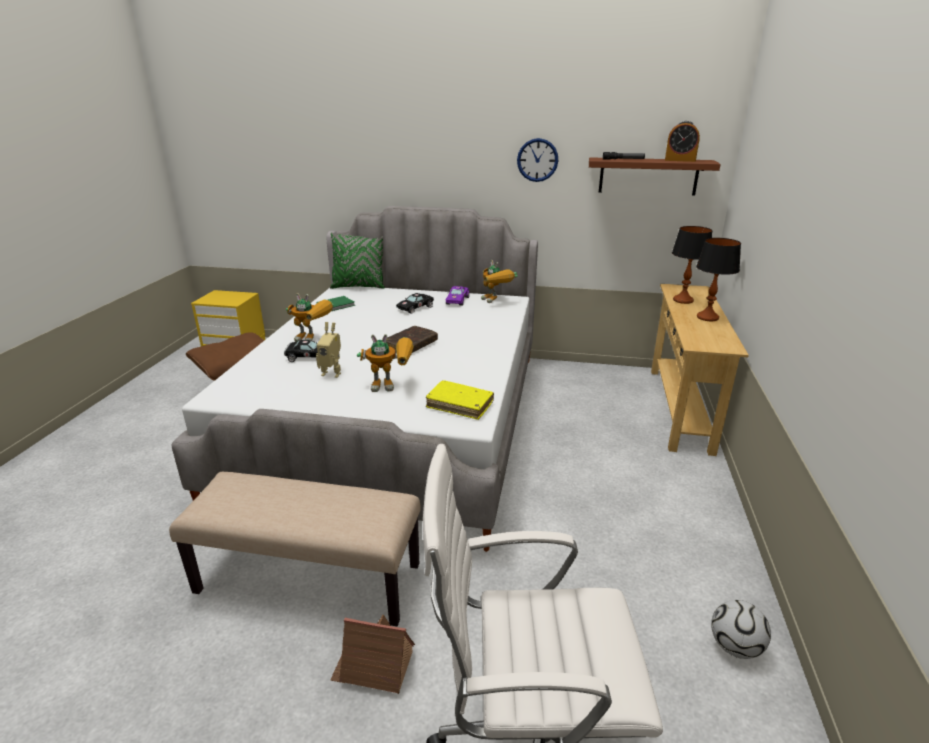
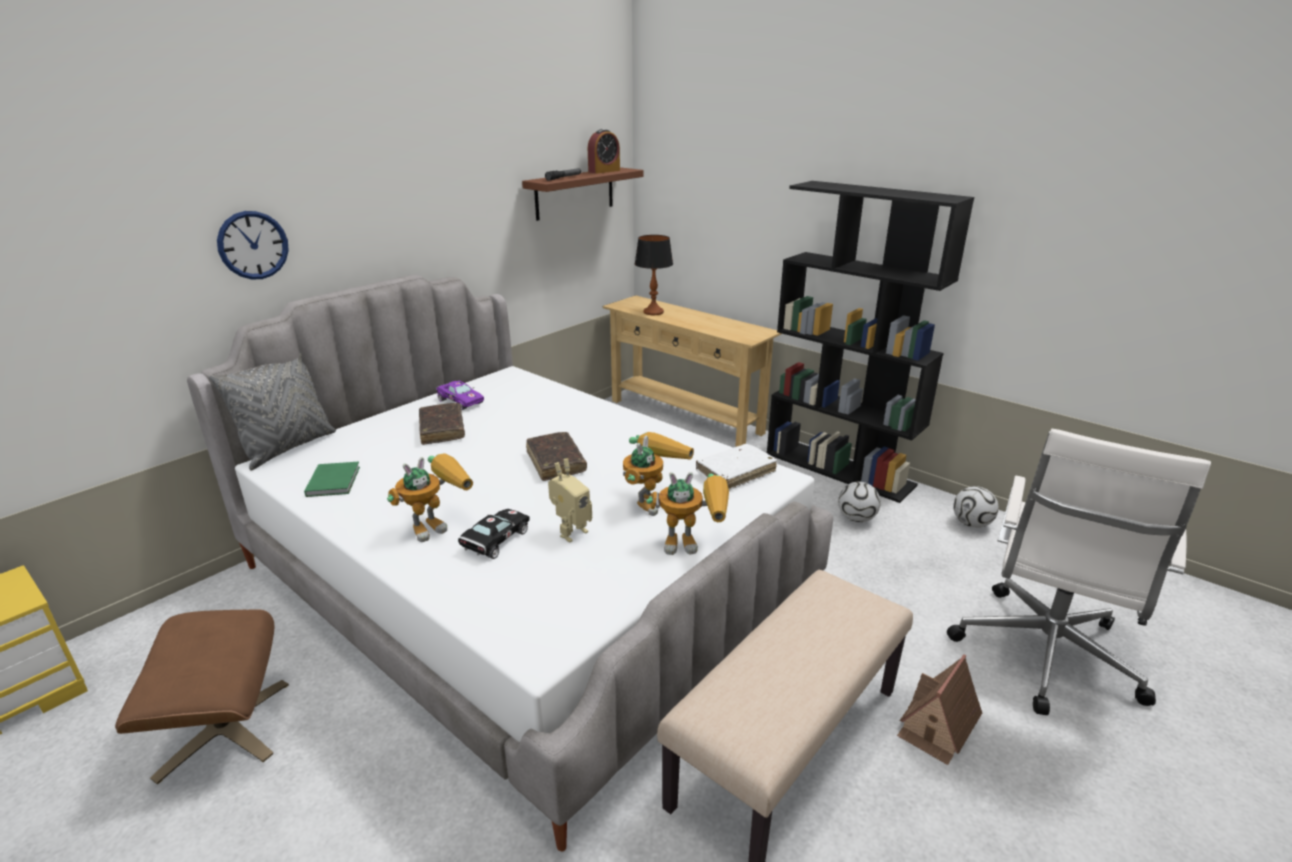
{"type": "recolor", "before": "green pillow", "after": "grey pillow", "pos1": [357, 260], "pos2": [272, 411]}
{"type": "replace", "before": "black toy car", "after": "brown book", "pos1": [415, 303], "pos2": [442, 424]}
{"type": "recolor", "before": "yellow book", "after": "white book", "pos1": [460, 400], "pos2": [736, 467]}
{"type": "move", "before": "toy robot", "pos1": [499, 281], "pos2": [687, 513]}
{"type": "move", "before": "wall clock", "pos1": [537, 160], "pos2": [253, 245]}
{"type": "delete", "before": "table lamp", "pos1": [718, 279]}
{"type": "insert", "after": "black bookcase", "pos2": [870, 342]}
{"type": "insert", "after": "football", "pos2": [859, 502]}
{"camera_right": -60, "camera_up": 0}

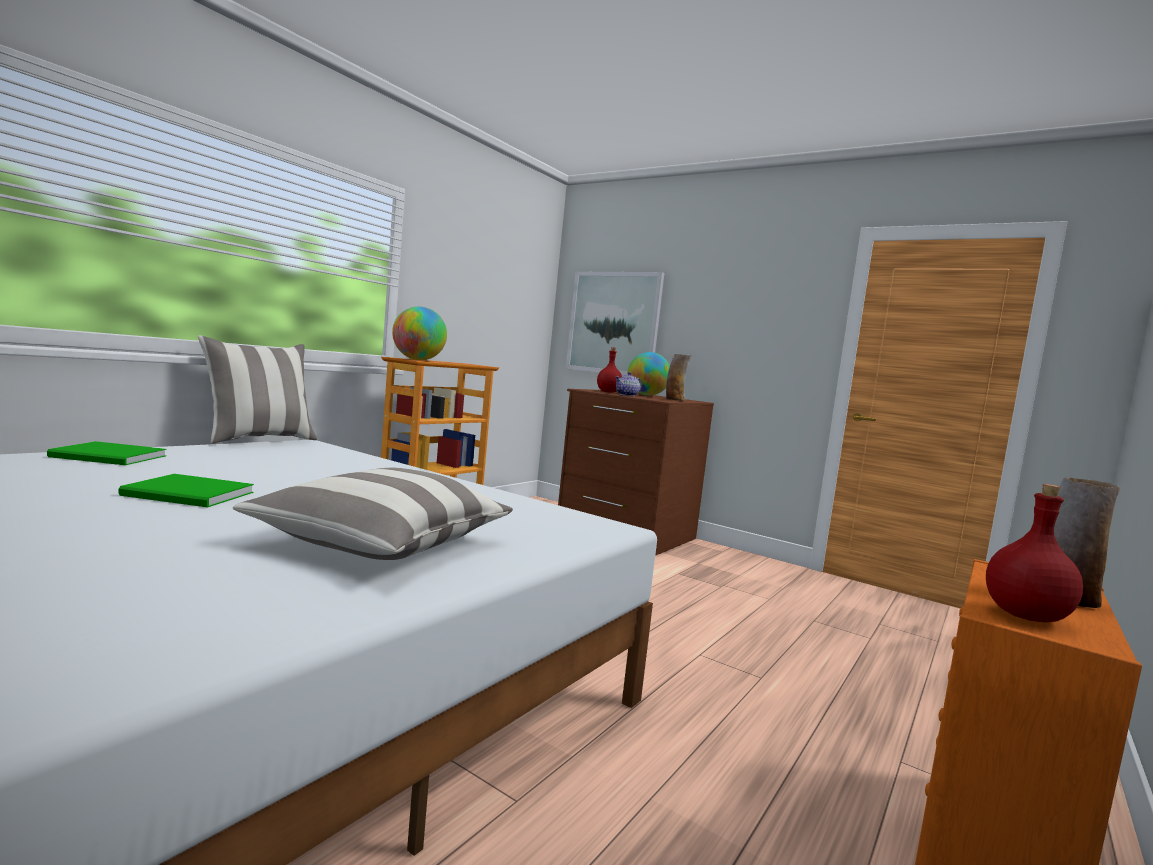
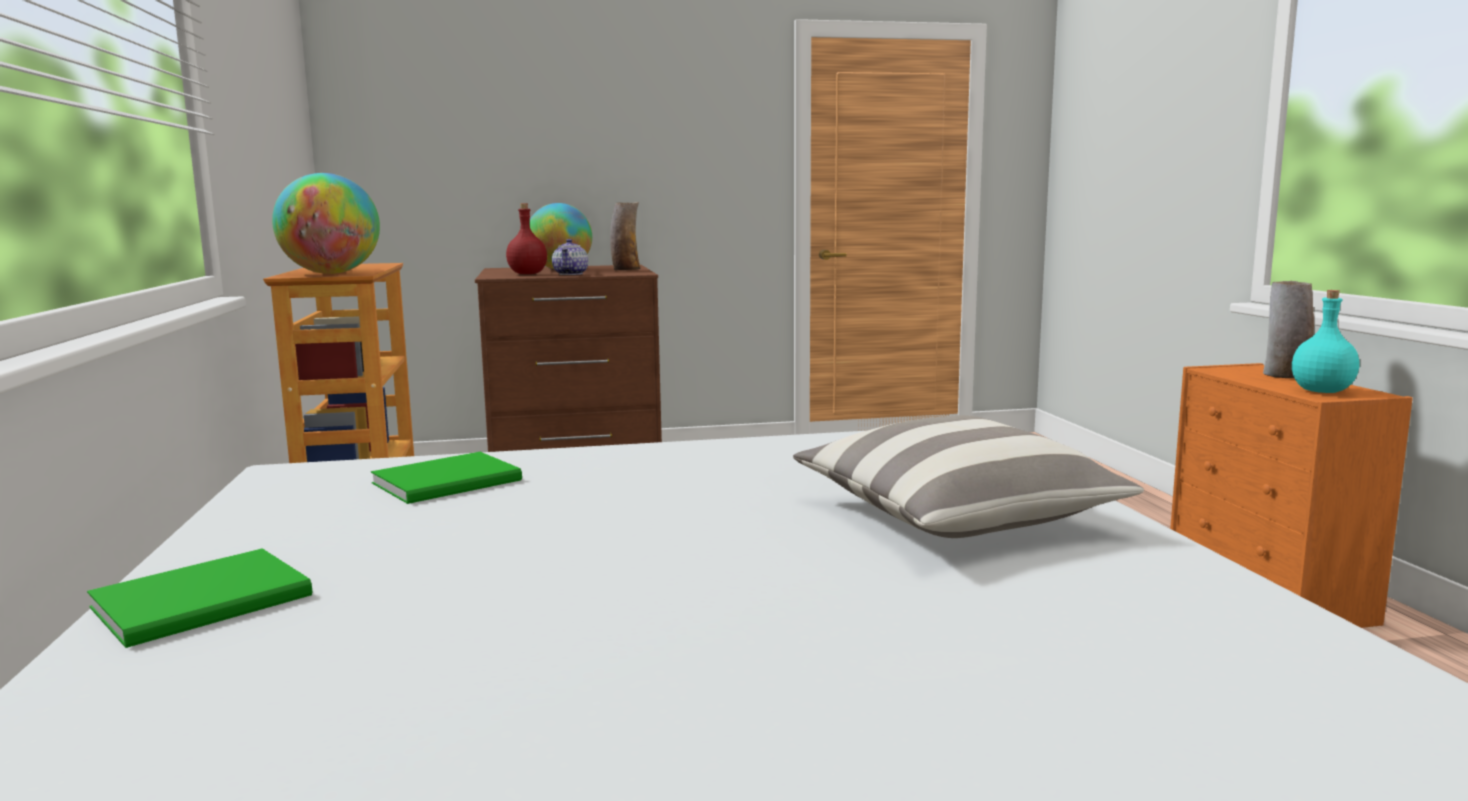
{"type": "move", "before": "green book", "pos1": [186, 490], "pos2": [446, 478]}
{"type": "delete", "before": "pillow", "pos1": [257, 389]}
{"type": "delete", "before": "picture", "pos1": [615, 323]}
{"type": "recolor", "before": "red bottle", "after": "turquoise bottle", "pos1": [1034, 553], "pos2": [1325, 341]}
{"camera_right": -45, "camera_up": 5}

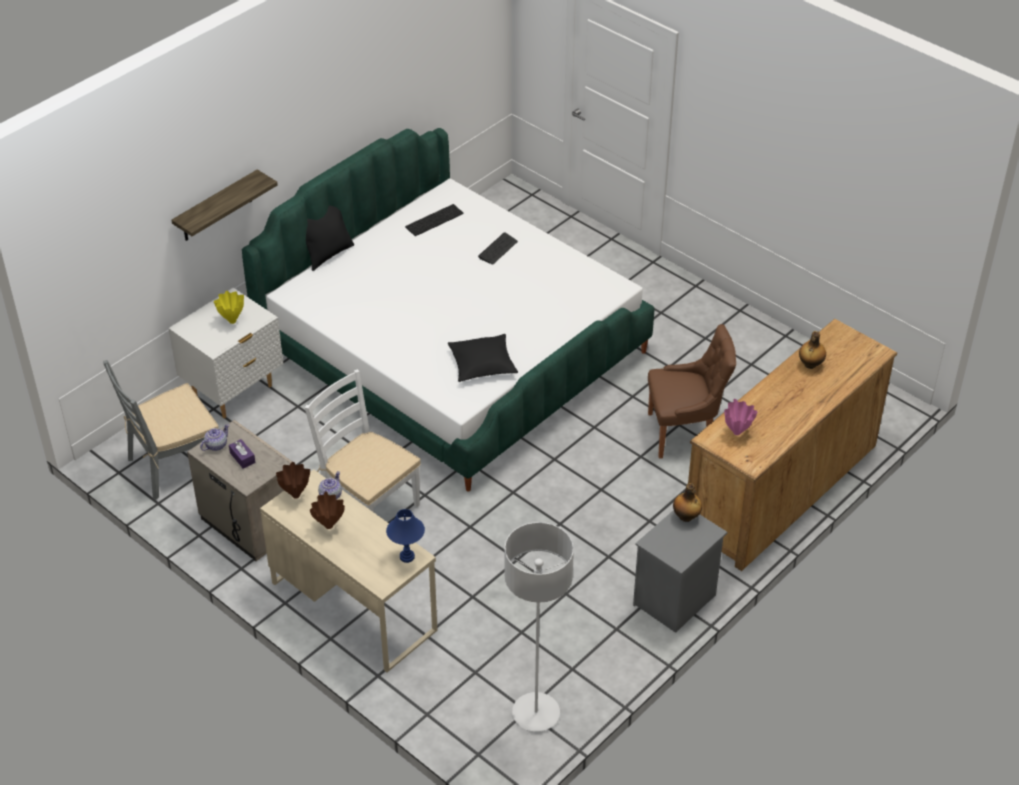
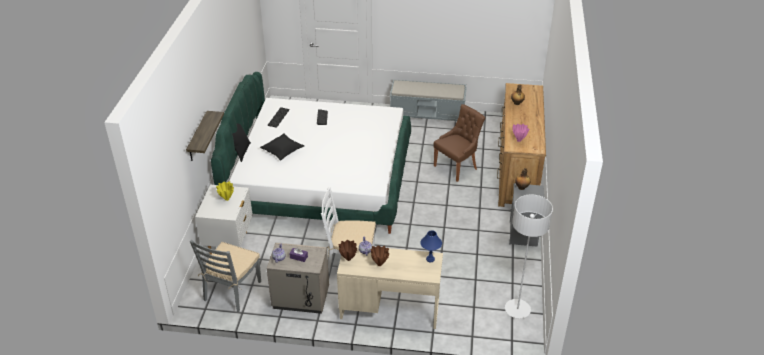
{"type": "move", "before": "black pillow", "pos1": [483, 358], "pos2": [282, 147]}
{"type": "insert", "after": "grey bench", "pos2": [428, 100]}
{"camera_right": -35, "camera_up": -5}

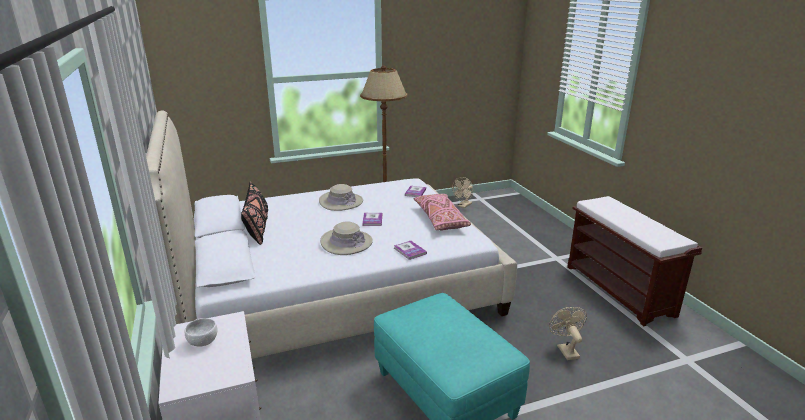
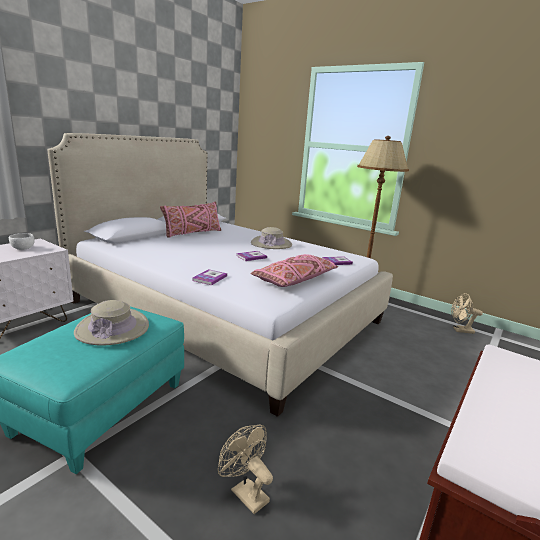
{"type": "recolor", "before": "black pillow", "after": "pink pillow", "pos1": [254, 213], "pos2": [190, 219]}
{"type": "move", "before": "beige hat", "pos1": [346, 238], "pos2": [111, 323]}
{"type": "rotate", "before": "beige fan", "pos1": [568, 333], "pos2": [245, 469], "turn": -90}
{"camera_right": 55, "camera_up": -5}

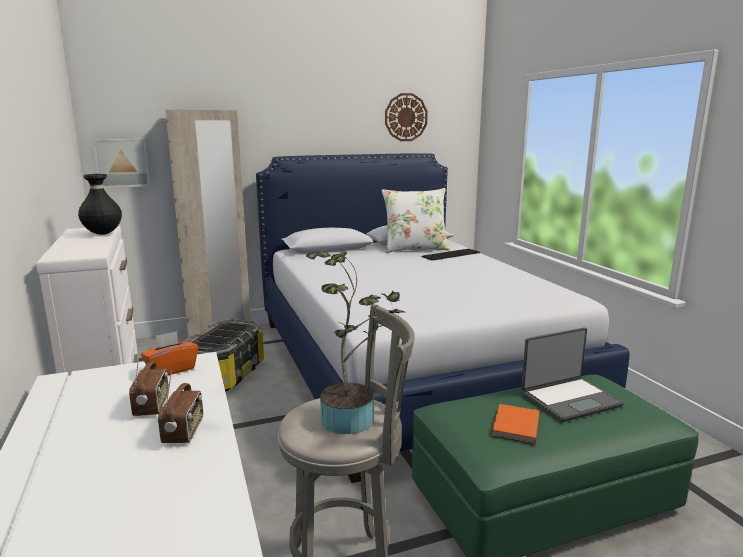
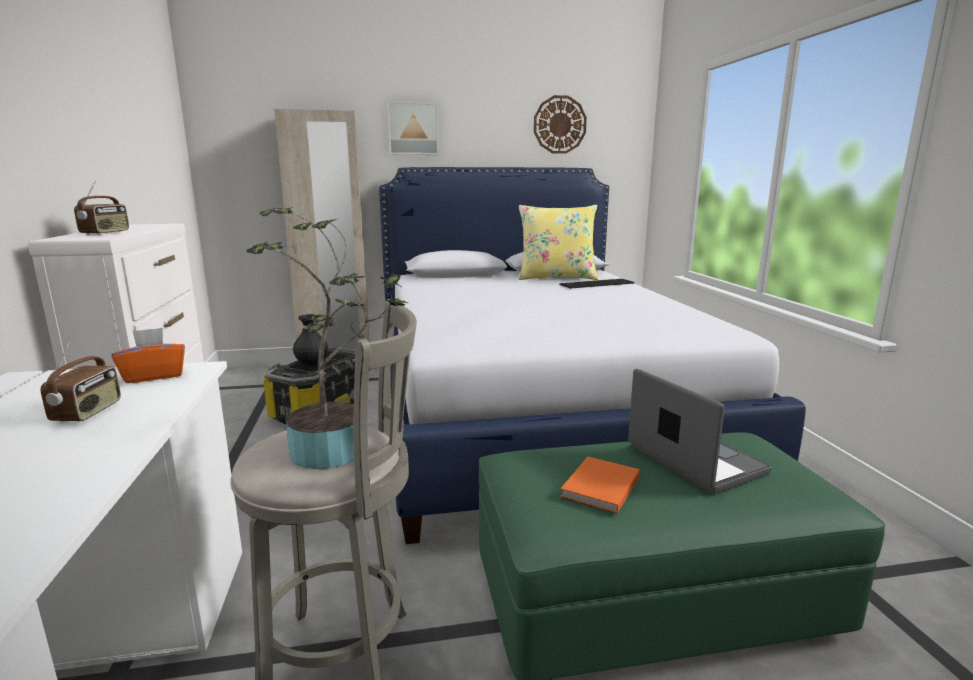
{"type": "move", "before": "black vase", "pos1": [100, 204], "pos2": [310, 340]}
{"type": "move", "before": "picture", "pos1": [121, 163], "pos2": [413, 128]}
{"type": "move", "before": "radio", "pos1": [180, 407], "pos2": [101, 208]}
{"type": "recolor", "before": "white pillow", "after": "yellow pillow", "pos1": [416, 220], "pos2": [558, 242]}
{"type": "rotate", "before": "laptop", "pos1": [572, 374], "pos2": [700, 431], "turn": -105}
{"camera_right": 10, "camera_up": 0}

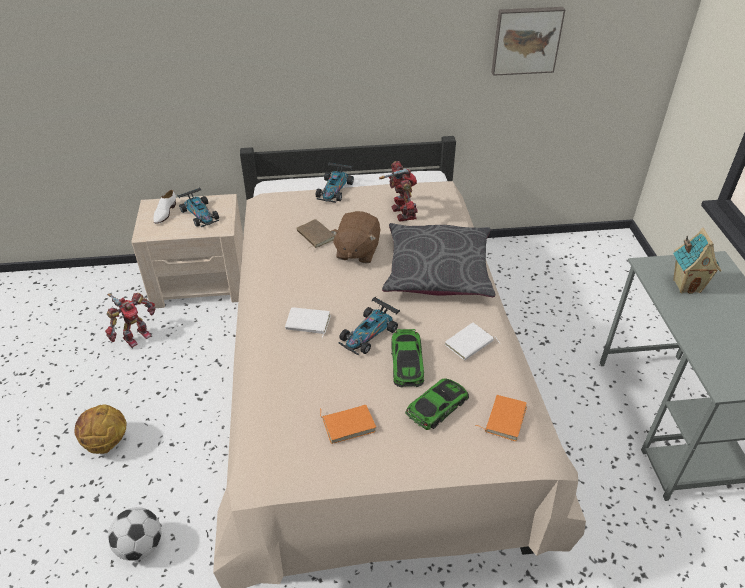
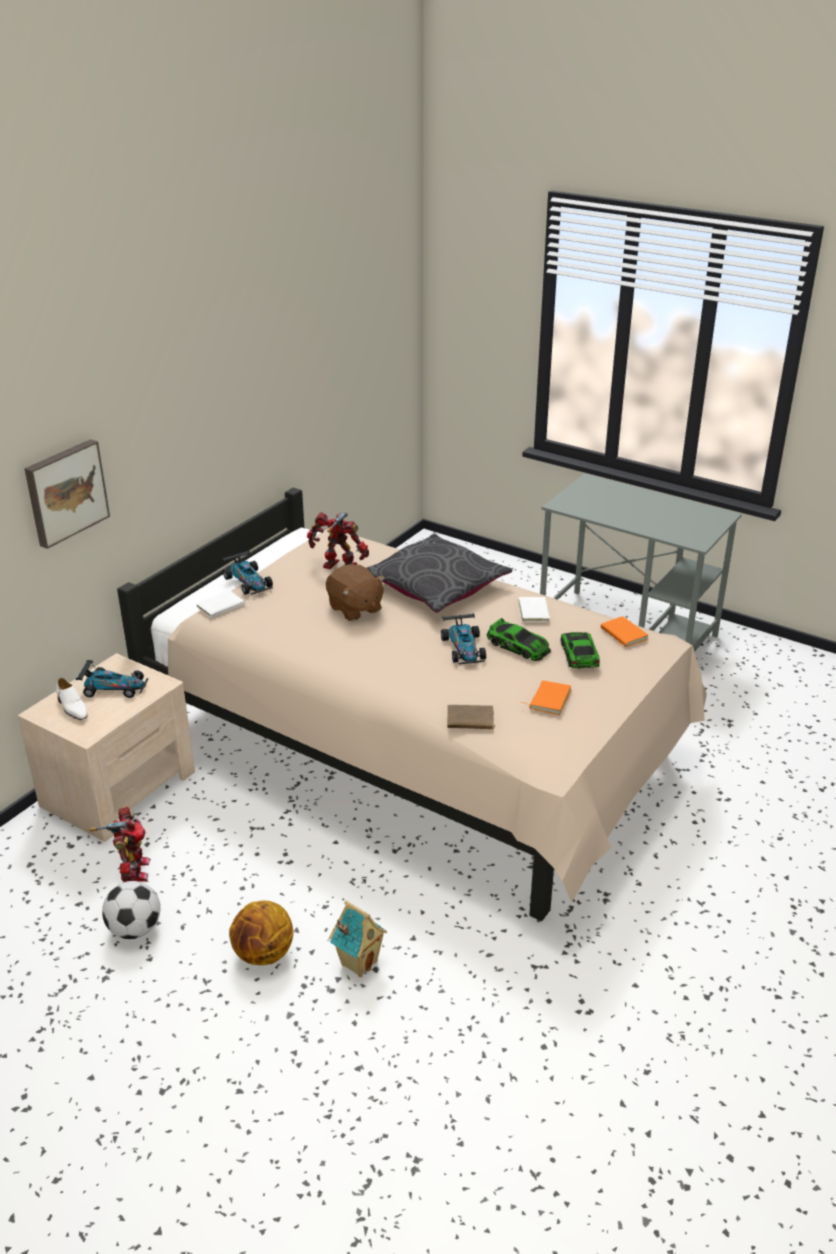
{"type": "move", "before": "football", "pos1": [134, 534], "pos2": [131, 910]}
{"type": "move", "before": "white book", "pos1": [308, 322], "pos2": [222, 604]}
{"type": "move", "before": "brown book", "pos1": [315, 234], "pos2": [471, 719]}
{"type": "move", "before": "picture", "pos1": [528, 41], "pos2": [67, 494]}
{"type": "move", "before": "toy house", "pos1": [697, 261], "pos2": [358, 939]}
{"camera_right": -50, "camera_up": -10}

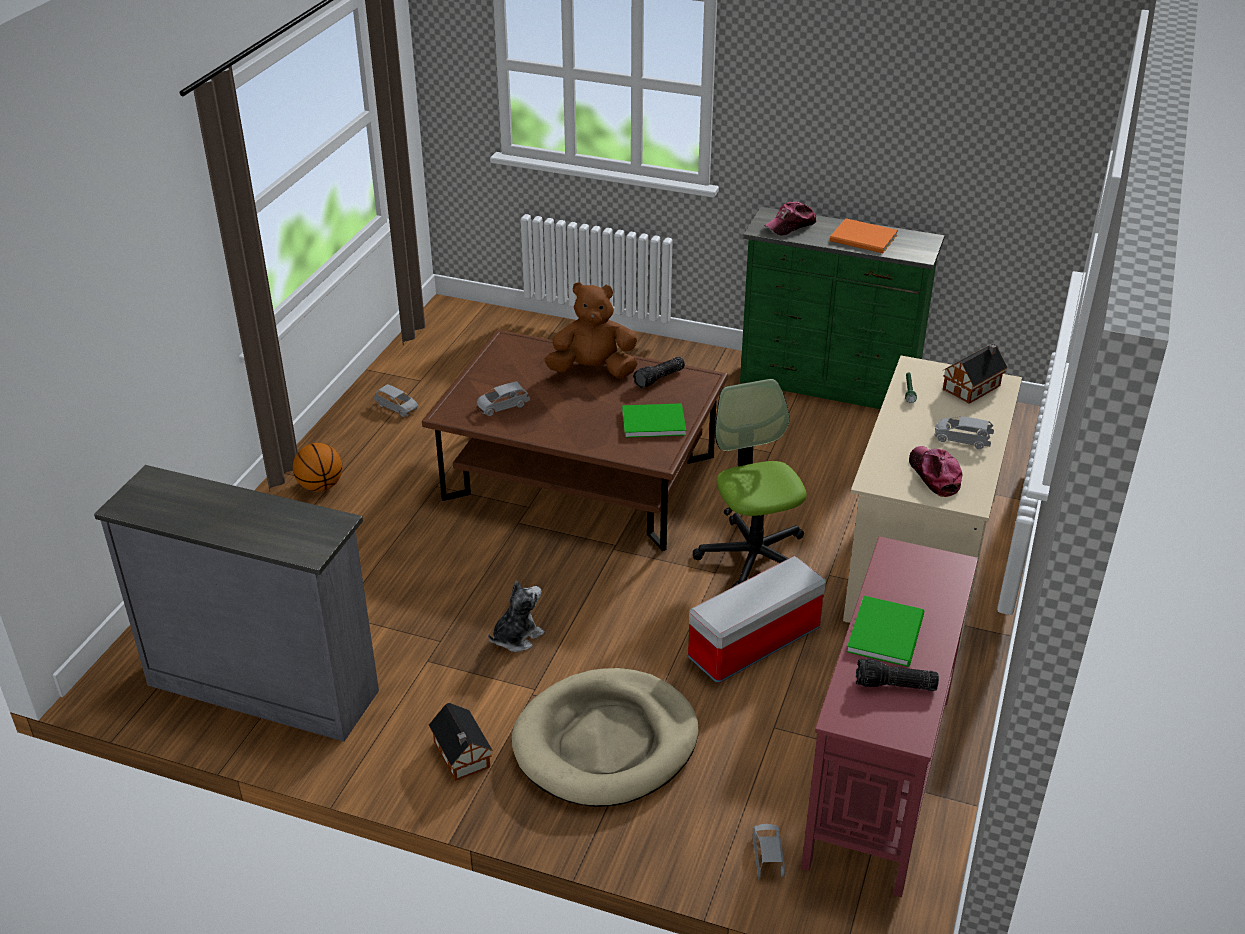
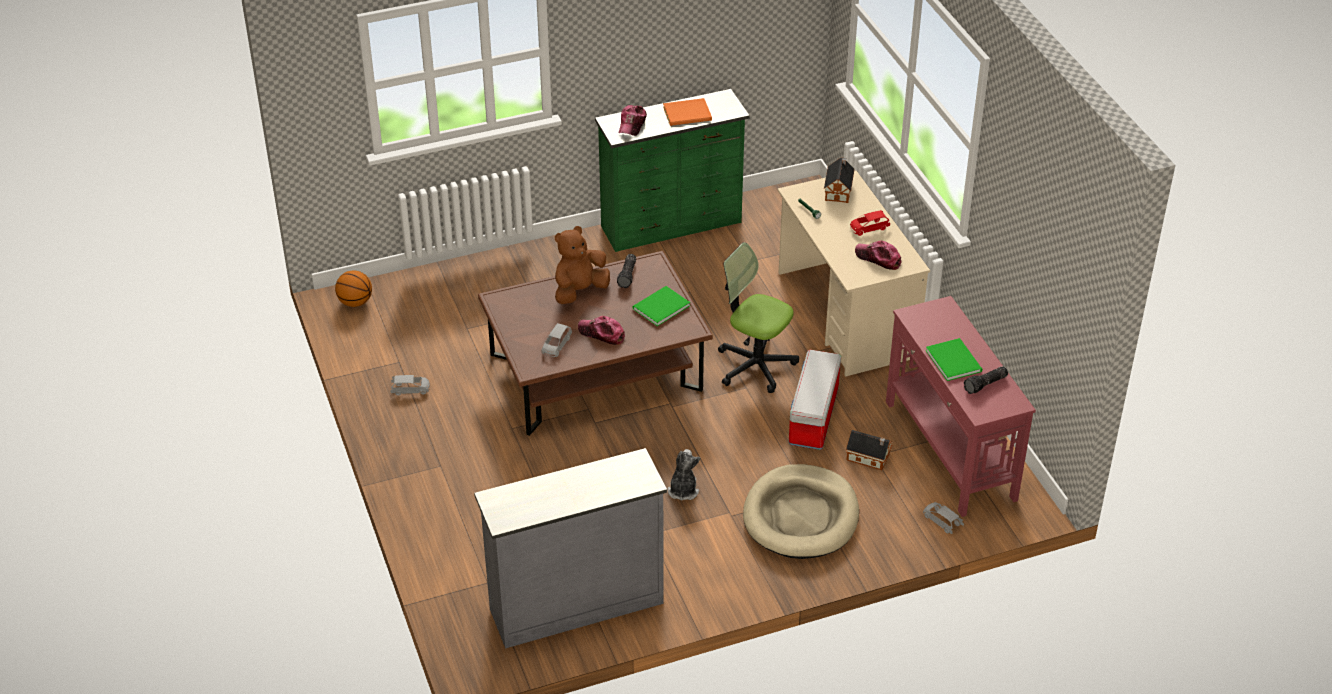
{"type": "move", "before": "basketball", "pos1": [318, 467], "pos2": [353, 288]}
{"type": "move", "before": "toy house", "pos1": [461, 742], "pos2": [869, 450]}
{"type": "recolor", "before": "grey toy car", "after": "red toy car", "pos1": [964, 433], "pos2": [870, 223]}
{"type": "insert", "after": "cap", "pos2": [601, 330]}
{"camera_right": -40, "camera_up": 5}

